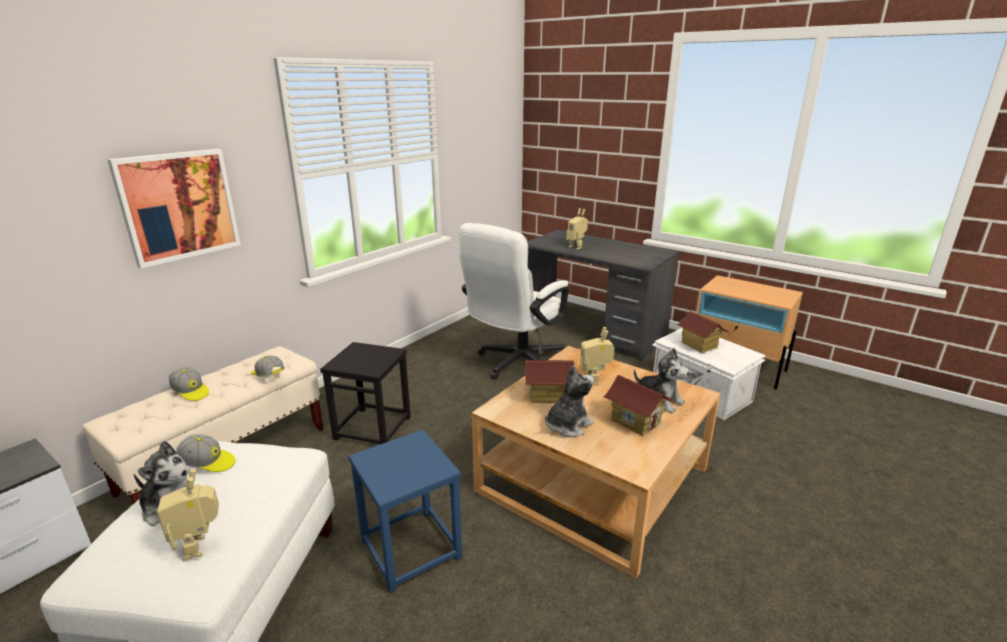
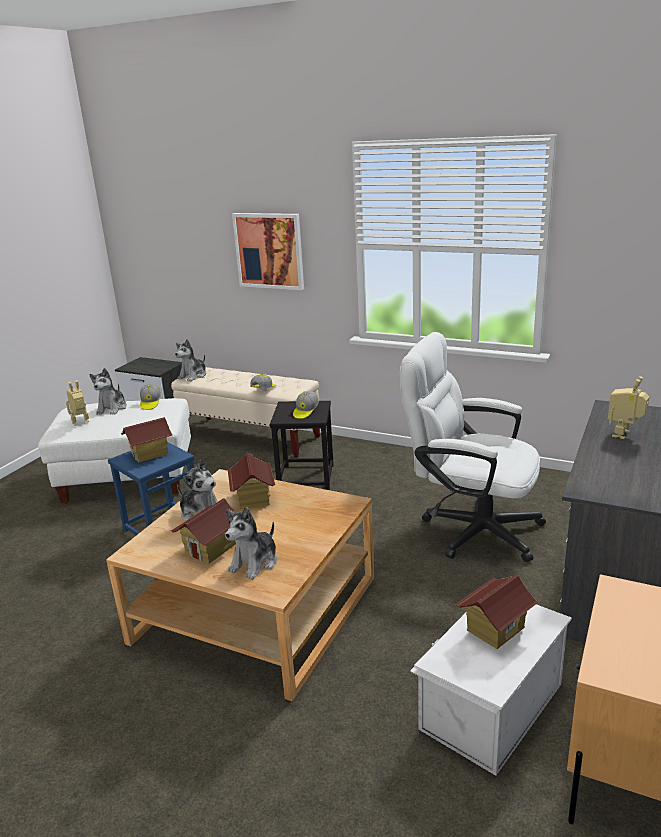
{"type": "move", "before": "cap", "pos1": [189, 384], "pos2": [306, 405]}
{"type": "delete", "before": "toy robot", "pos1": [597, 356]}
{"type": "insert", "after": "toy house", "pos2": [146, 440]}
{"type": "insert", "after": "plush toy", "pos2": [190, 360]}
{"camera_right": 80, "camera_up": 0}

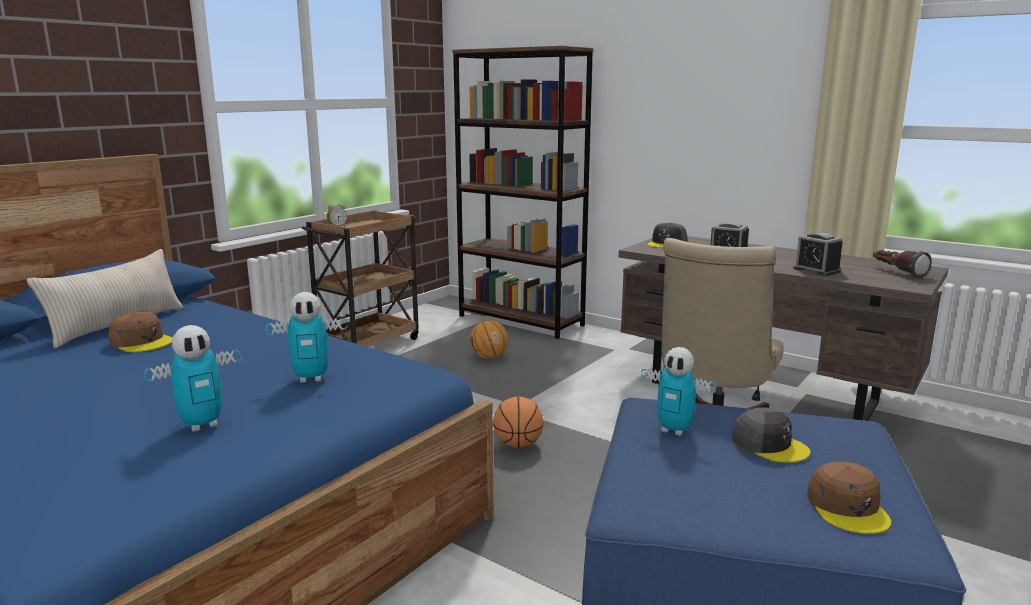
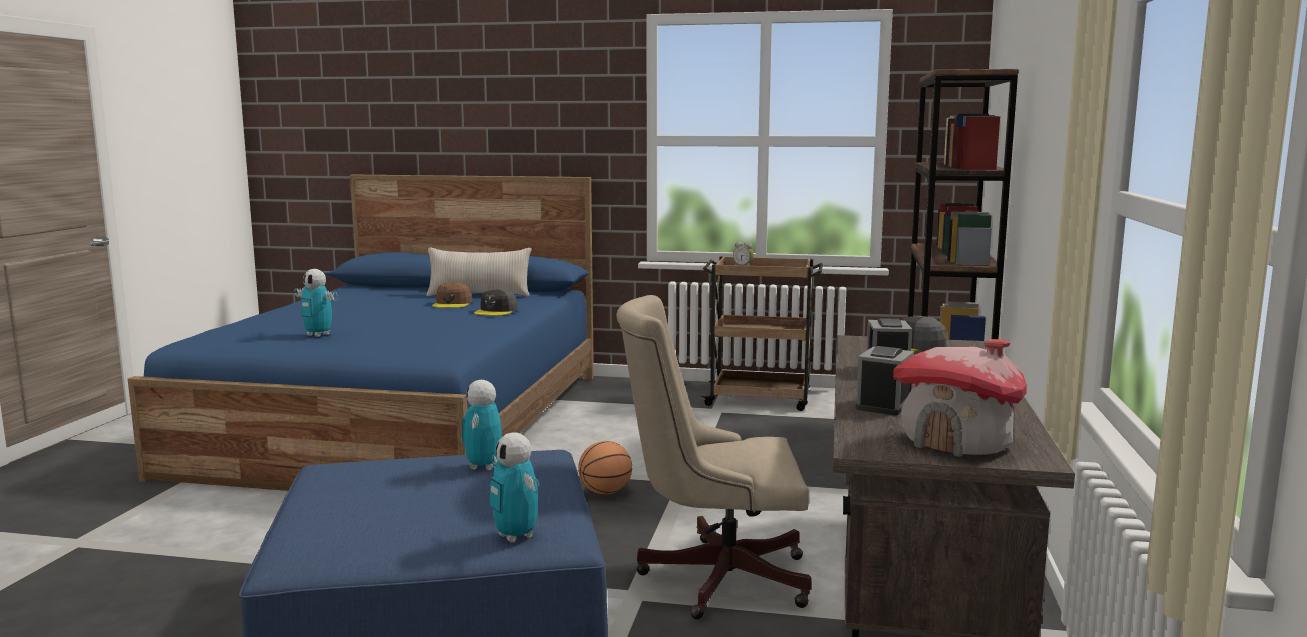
{"type": "move", "before": "toy robot", "pos1": [307, 337], "pos2": [514, 488]}
{"type": "delete", "before": "basketball", "pos1": [489, 339]}
{"type": "move", "before": "grey cap", "pos1": [771, 435], "pos2": [496, 302]}
{"type": "delete", "before": "brown cap", "pos1": [849, 498]}
{"type": "replace", "before": "flashlight", "after": "toy house", "pos1": [902, 264], "pos2": [960, 398]}
{"camera_right": 65, "camera_up": -5}

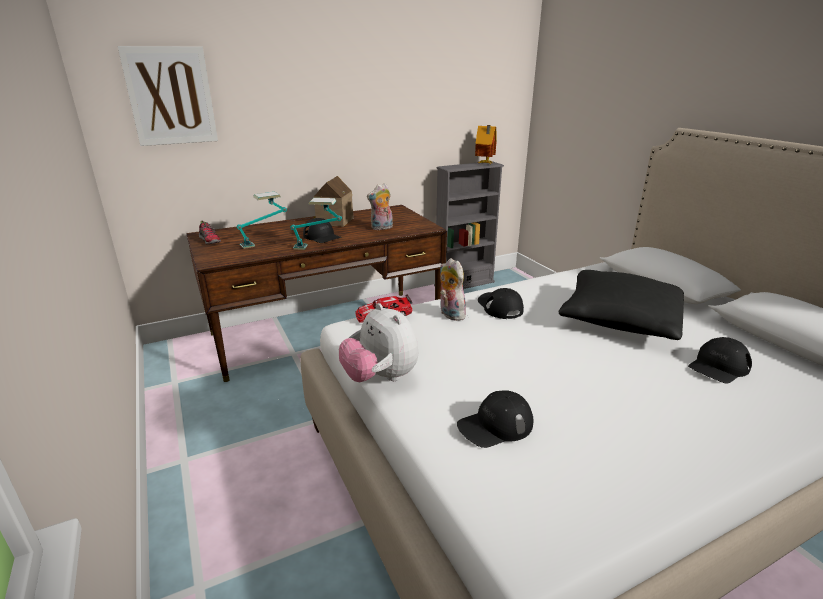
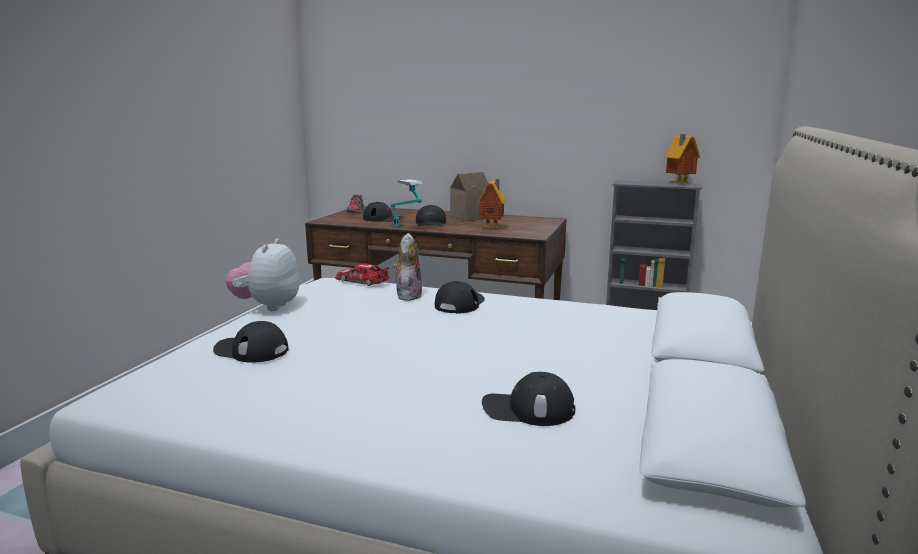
{"type": "delete", "before": "picture", "pos1": [168, 96]}
{"type": "replace", "before": "table lamp", "after": "black cap", "pos1": [262, 220], "pos2": [384, 212]}
{"type": "replace", "before": "plush toy", "after": "toy house", "pos1": [380, 206], "pos2": [491, 203]}
{"type": "delete", "before": "black pillow", "pos1": [621, 305]}
{"camera_right": 45, "camera_up": -10}

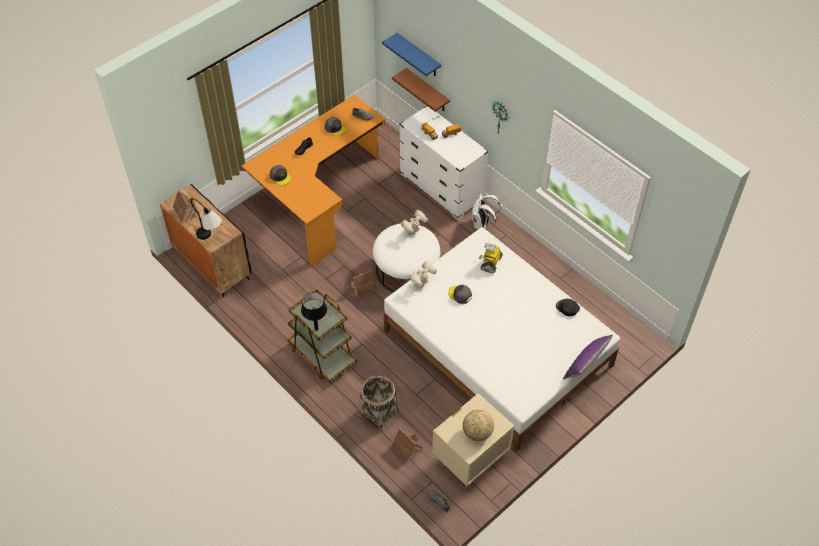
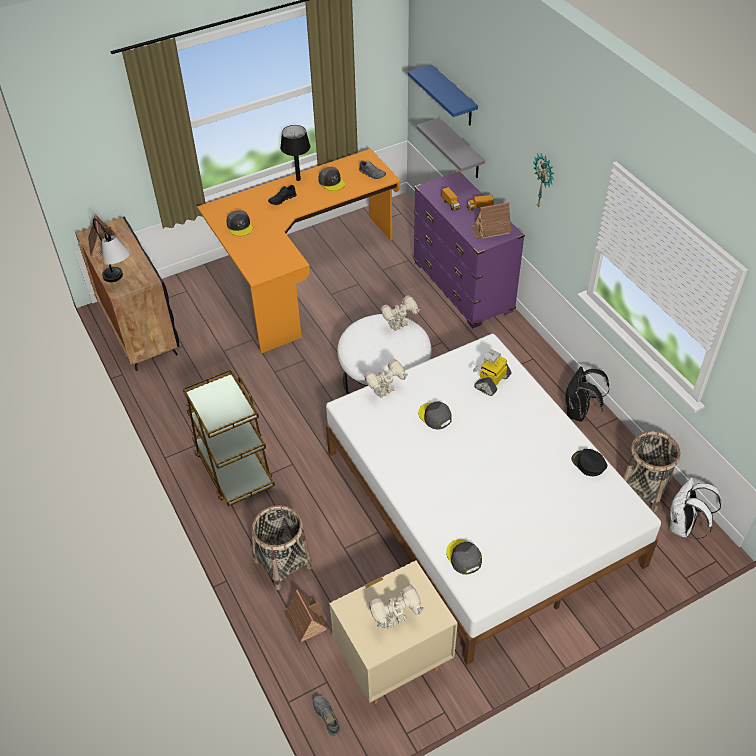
{"type": "move", "before": "black table lamp", "pos1": [314, 311], "pos2": [295, 153]}
{"type": "move", "before": "toy house", "pos1": [362, 284], "pos2": [490, 221]}
{"type": "recolor", "before": "brown shelf", "after": "grey shelf", "pos1": [421, 89], "pos2": [450, 147]}
{"type": "recolor", "before": "white dresser", "after": "purple dresser", "pos1": [444, 163], "pos2": [469, 250]}
{"type": "replace", "before": "globe", "after": "toy robot", "pos1": [478, 425], "pos2": [396, 607]}
{"type": "move", "before": "white backpack", "pos1": [486, 211], "pos2": [695, 508]}
{"type": "delete", "before": "purple pillow", "pos1": [588, 357]}
{"type": "insert", "after": "grey cap", "pos2": [464, 557]}
{"type": "insert", "after": "black backpack", "pos2": [587, 394]}
{"type": "insert", "after": "basket", "pos2": [652, 471]}
{"camera_right": 15, "camera_up": -5}

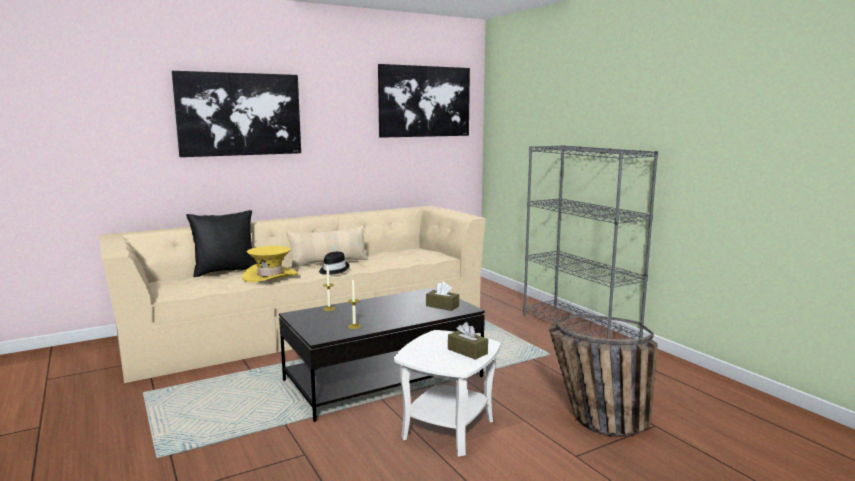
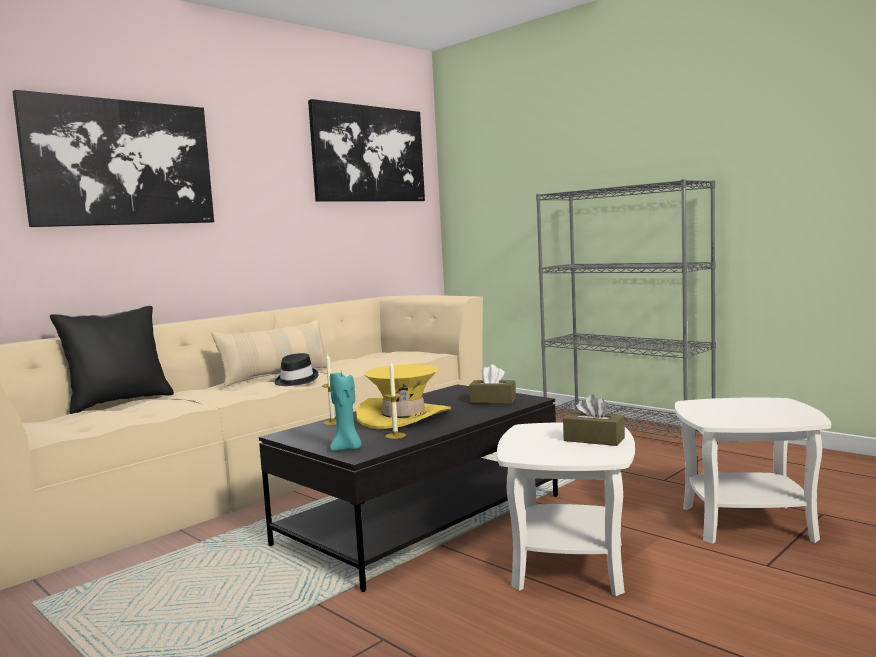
{"type": "move", "before": "yellow hat", "pos1": [270, 264], "pos2": [403, 396]}
{"type": "replace", "before": "basket", "after": "white side table", "pos1": [603, 376], "pos2": [753, 471]}
{"type": "insert", "after": "turquoise candle", "pos2": [346, 410]}
{"camera_right": -15, "camera_up": -5}

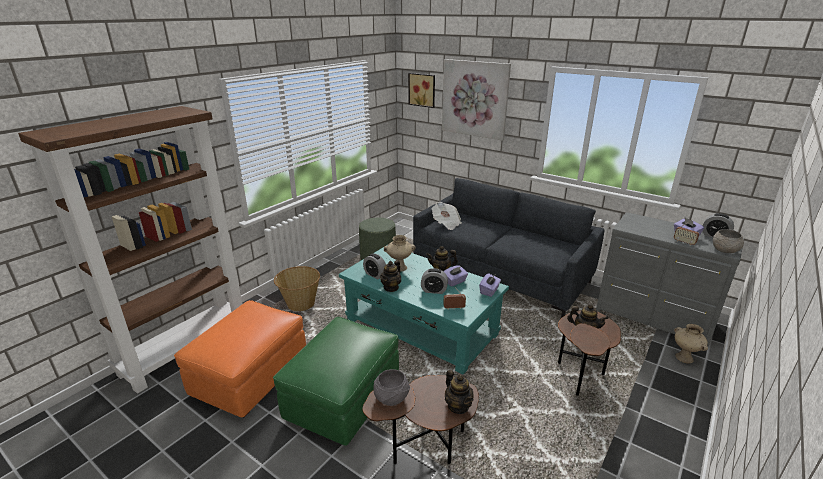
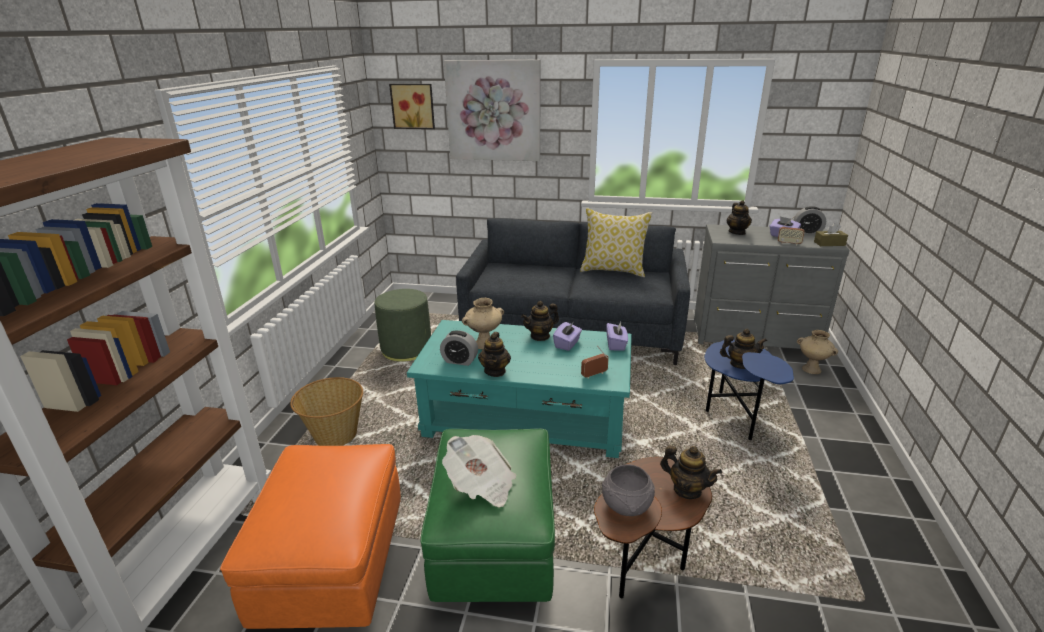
{"type": "delete", "before": "alarm clock", "pos1": [434, 281]}
{"type": "move", "before": "newspaper", "pos1": [447, 216], "pos2": [479, 471]}
{"type": "recolor", "before": "brown side table", "after": "blue side table", "pos1": [589, 353], "pos2": [749, 390]}
{"type": "replace", "before": "grey bowl", "after": "brown tissue box", "pos1": [728, 241], "pos2": [831, 234]}
{"type": "insert", "after": "pillow", "pos2": [616, 242]}
{"type": "insert", "after": "teapot", "pos2": [739, 217]}
{"camera_right": -25, "camera_up": 0}

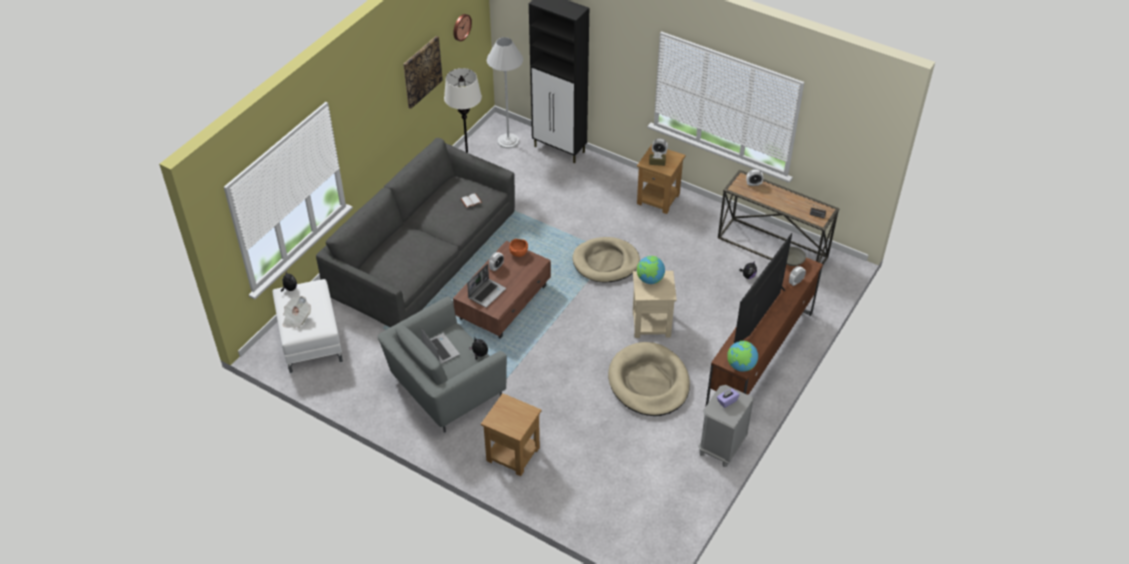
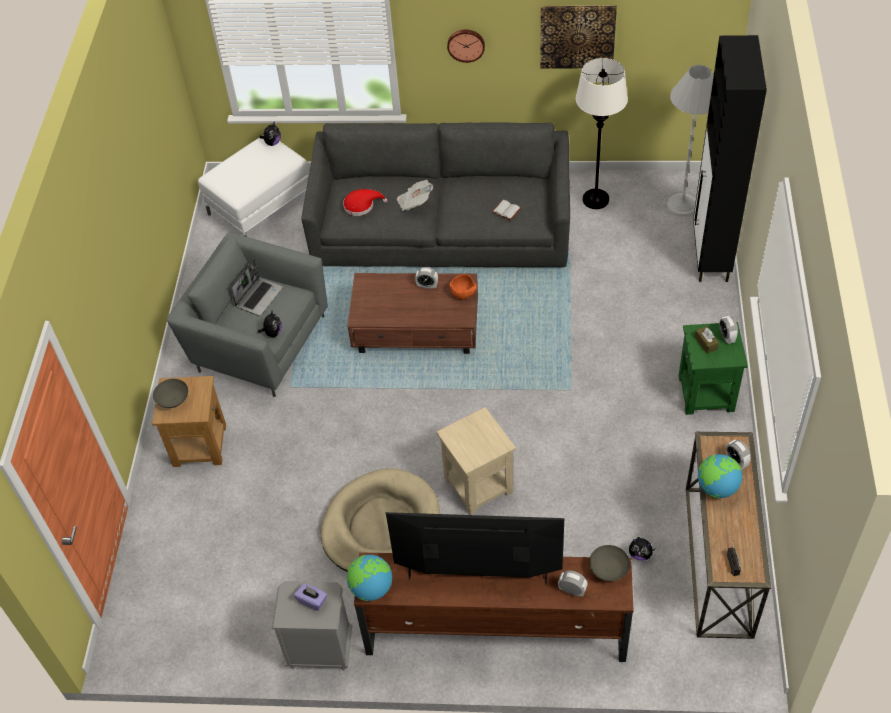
{"type": "move", "before": "newspaper", "pos1": [297, 312], "pos2": [415, 195]}
{"type": "move", "before": "wall clock", "pos1": [462, 27], "pos2": [466, 46]}
{"type": "delete", "before": "laptop", "pos1": [486, 286]}
{"type": "delete", "before": "beige dog bed", "pos1": [606, 260]}
{"type": "recolor", "before": "brown side table", "after": "green side table", "pos1": [661, 179], "pos2": [713, 368]}
{"type": "move", "before": "globe", "pos1": [651, 270], "pos2": [720, 476]}
{"type": "insert", "after": "grey bowl", "pos2": [170, 393]}
{"type": "insert", "after": "red hat", "pos2": [365, 202]}
{"camera_right": 65, "camera_up": 5}

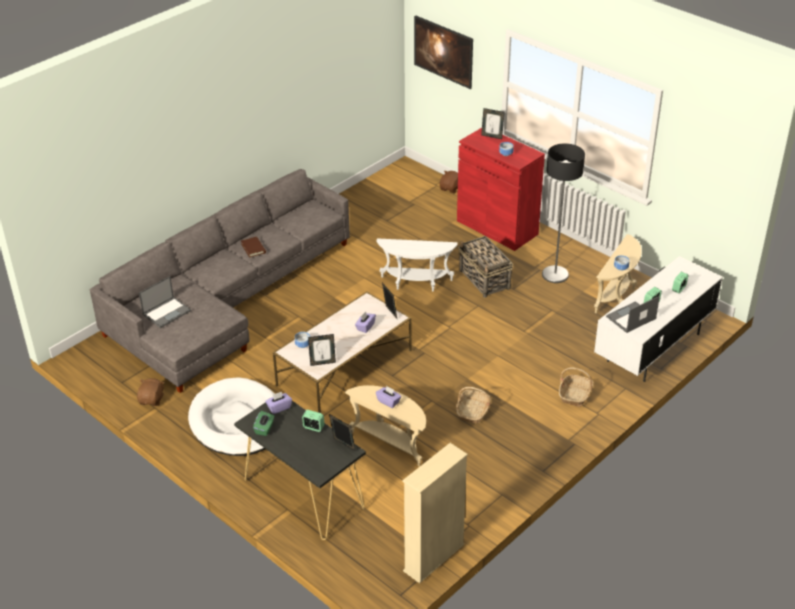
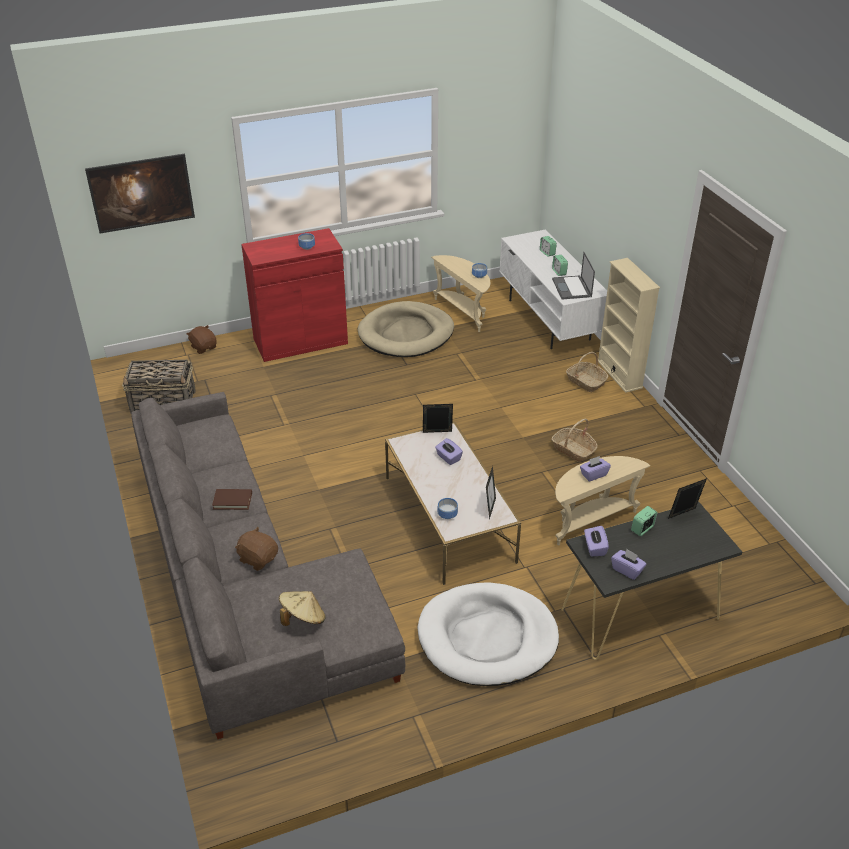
{"type": "move", "before": "brown plush toy", "pos1": [150, 392], "pos2": [256, 549]}
{"type": "replace", "before": "laptop", "after": "beige hat", "pos1": [165, 302], "pos2": [302, 608]}
{"type": "recolor", "before": "green tissue box", "after": "purple tissue box", "pos1": [263, 423], "pos2": [629, 564]}
{"type": "delete", "before": "white side table", "pos1": [417, 264]}
{"type": "move", "before": "beige bookcase", "pos1": [435, 513], "pos2": [629, 325]}
{"type": "move", "before": "basket", "pos1": [485, 267], "pos2": [159, 387]}
{"type": "delete", "before": "picture frame", "pos1": [493, 123]}
{"type": "replace", "before": "floor lamp", "after": "beige dog bed", "pos1": [563, 213], "pos2": [406, 329]}
{"camera_right": -65, "camera_up": 0}

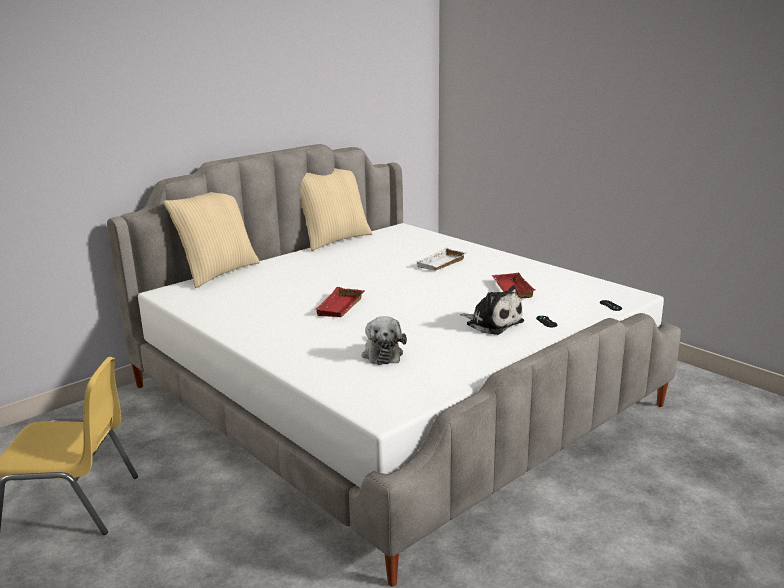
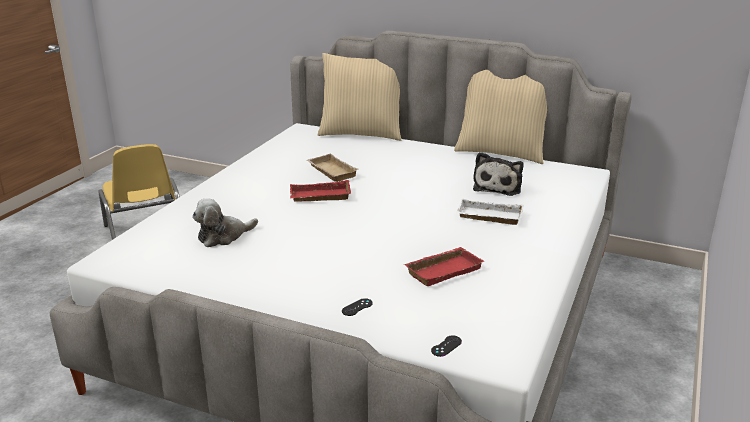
{"type": "move", "before": "plush toy", "pos1": [492, 310], "pos2": [498, 174]}
{"type": "insert", "after": "beige tray", "pos2": [332, 167]}
{"camera_right": 65, "camera_up": 5}

